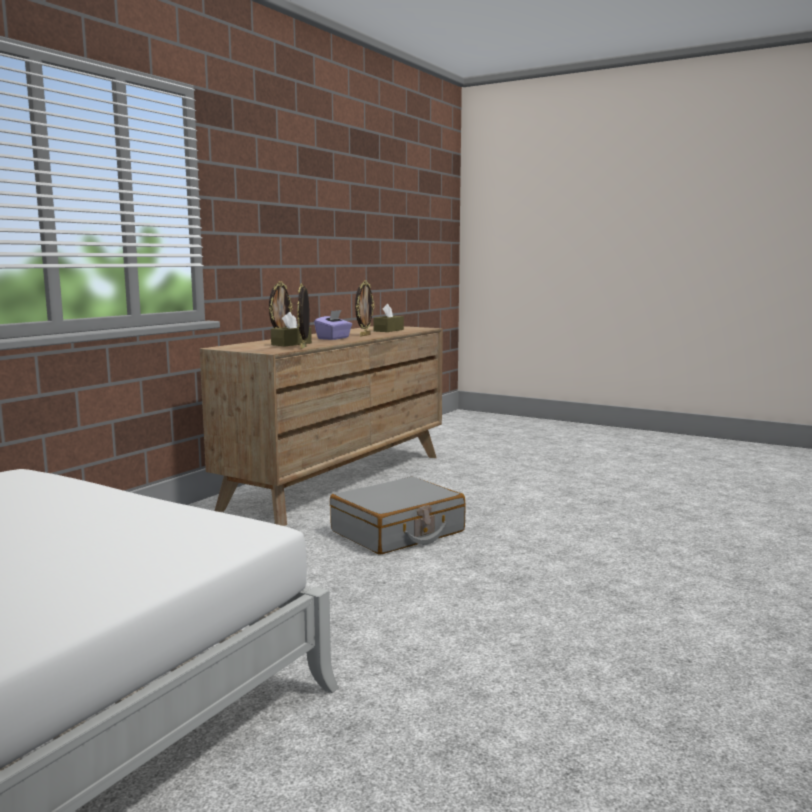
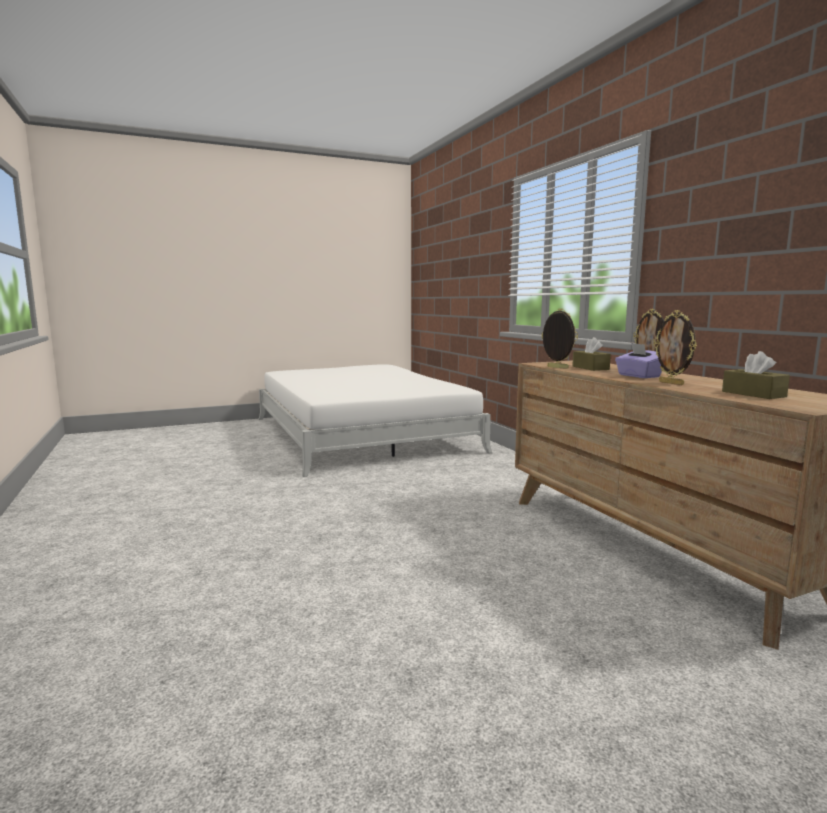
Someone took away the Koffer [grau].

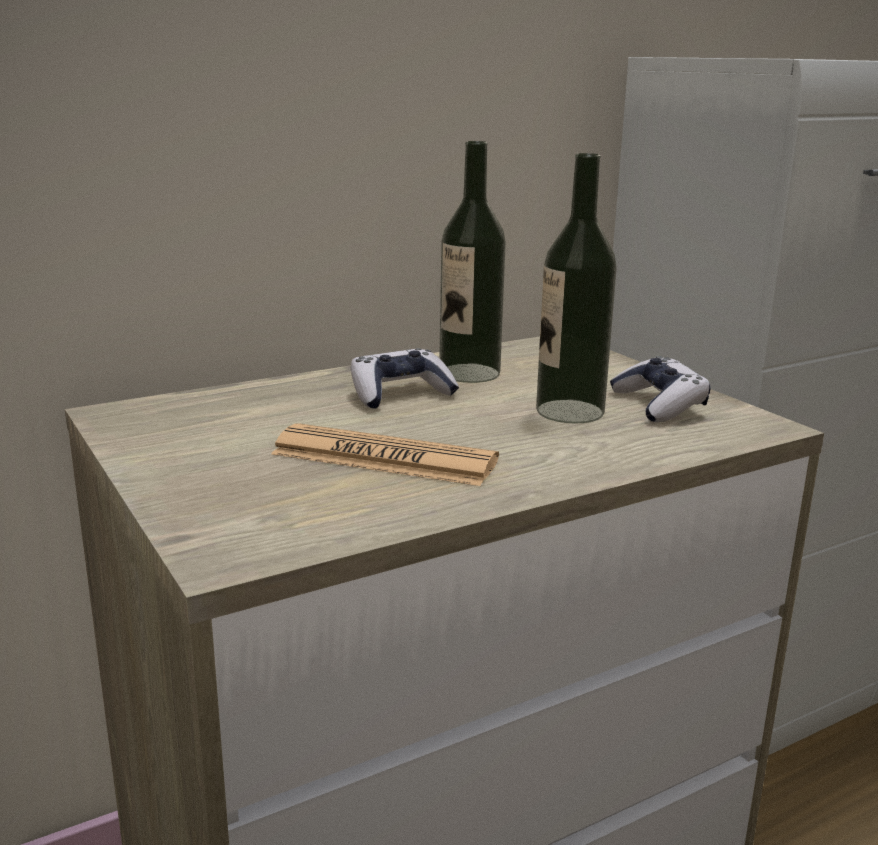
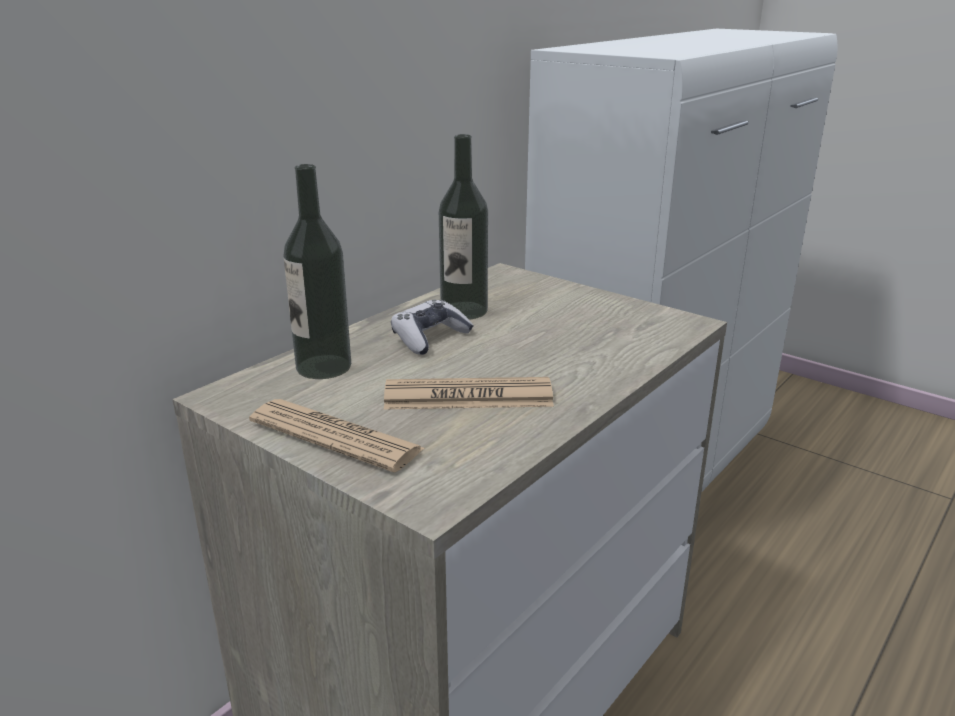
Someone took away the Gamepad (2nd from left). Someone put down the Zeitung (1st from left). Someone carried the Flasche (2nd from left in the first image).

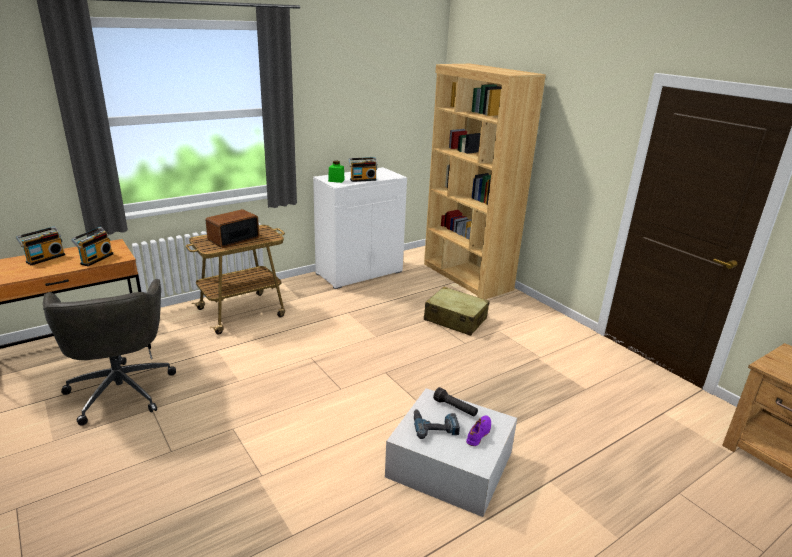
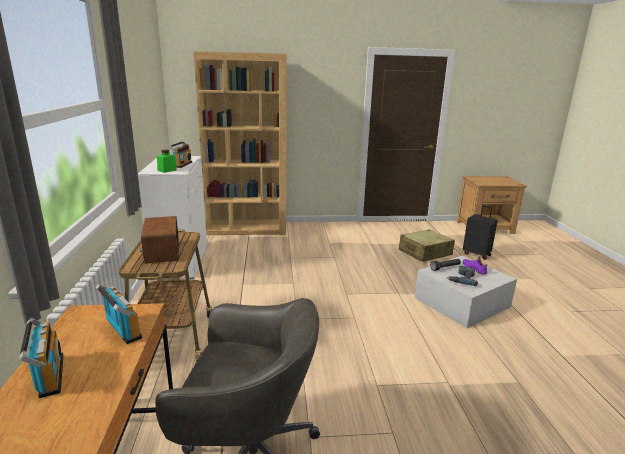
Someone put down the Koffer [schwarz]. Someone carried the Koffer [beige].

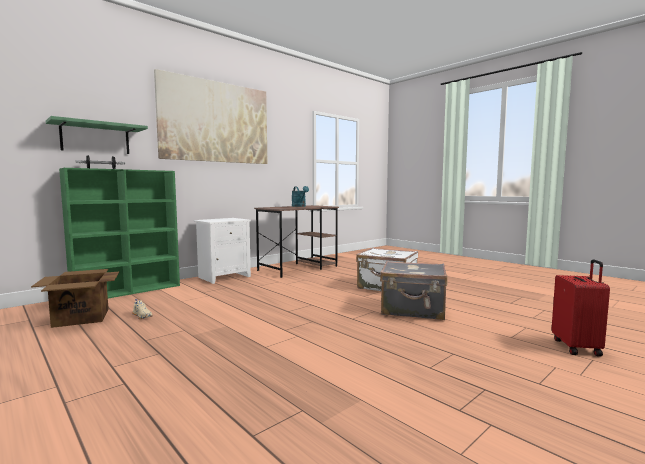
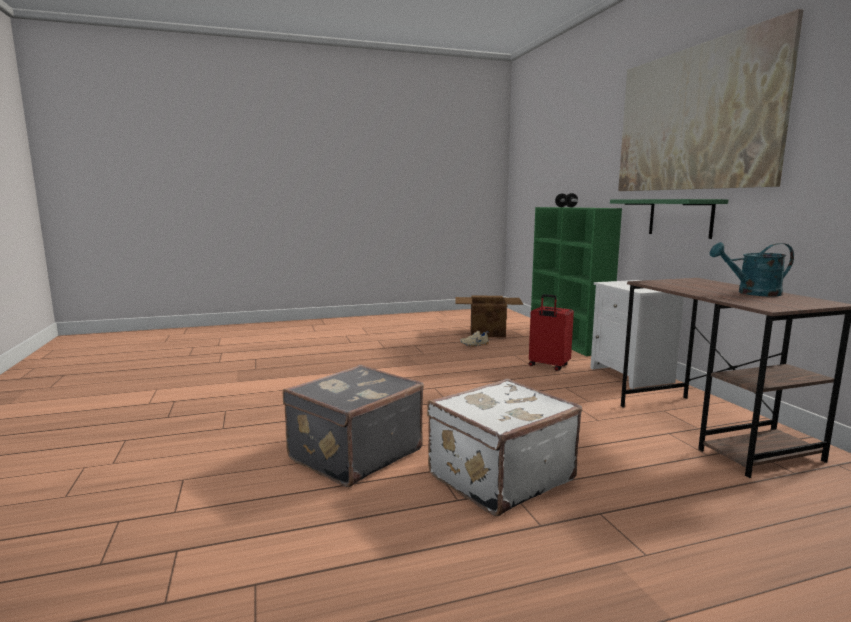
Someone carried the Wandregal [grün]. Someone carried the Koffer [rot].

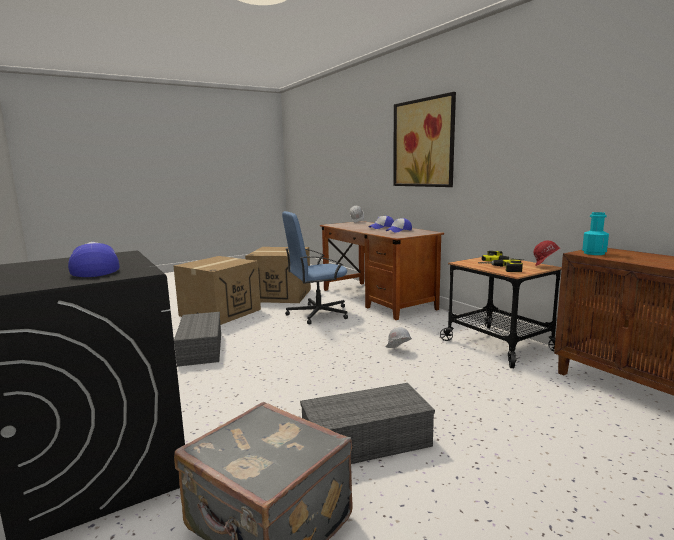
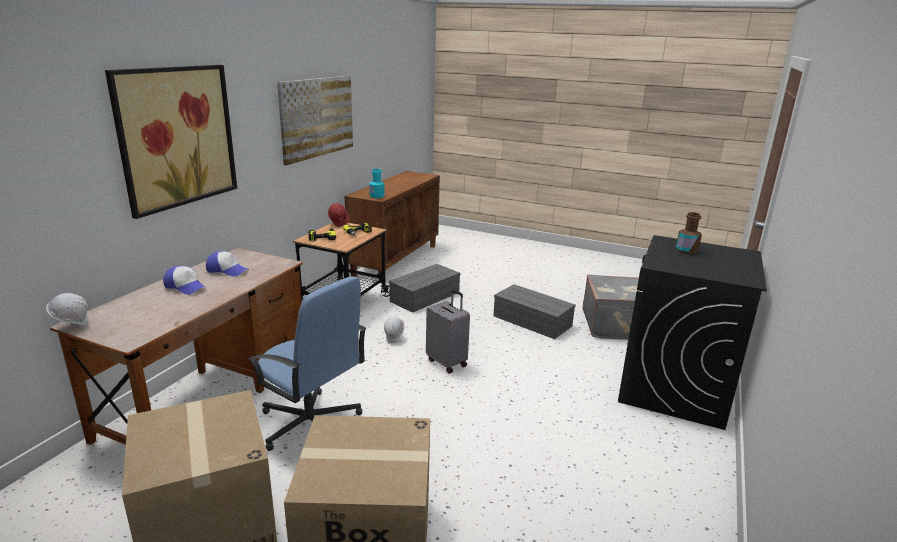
Someone put up the Bild (2nd from left). Someone put down the Koffer [grau] (1st from left). Someone carried the Aufbewahrungsbox [grau] (1st from left). Someone swapped the Kappe (1st from left) for the Flasche [braun].

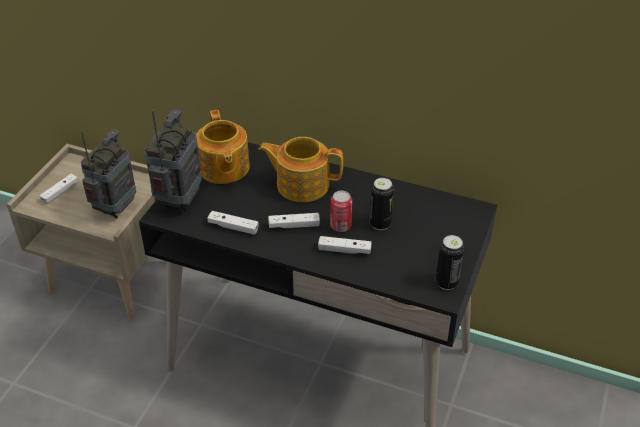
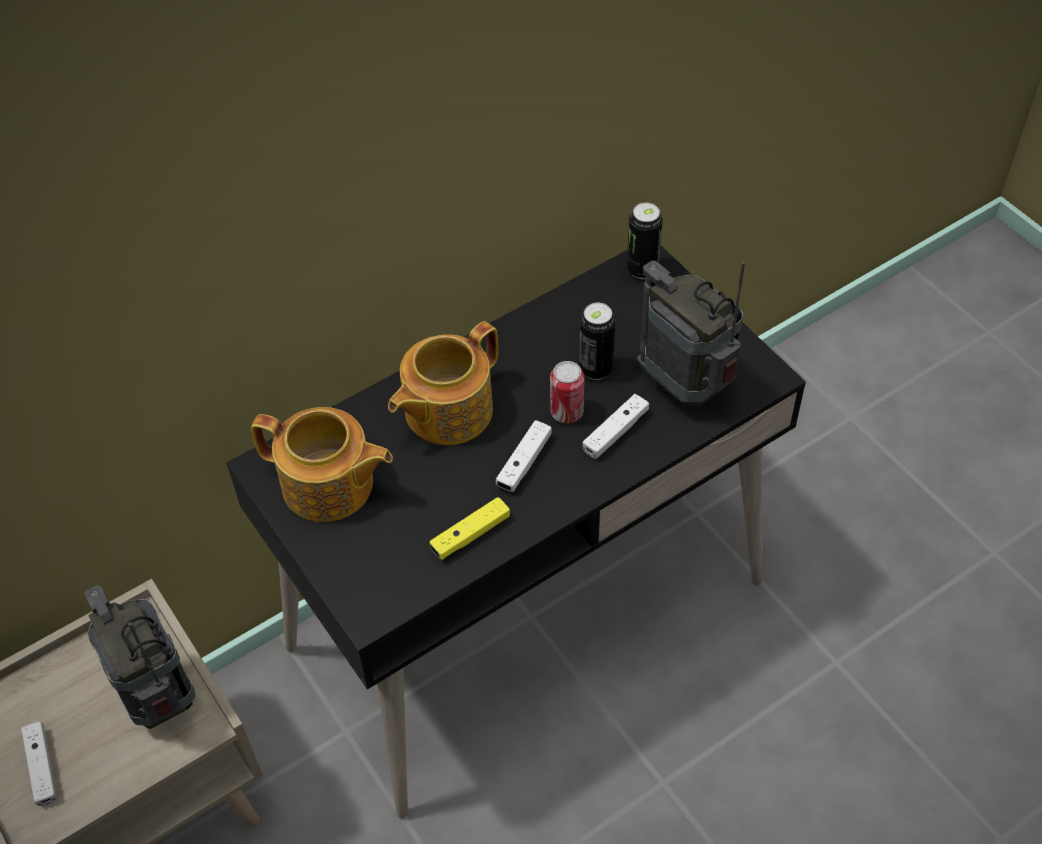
Someone carried the Radio (2nd from left). Someone carried the Dose (3rd from left). Someone repainted the Gamepad [weiß] (2nd from left), which became the Gamepad [gelb].

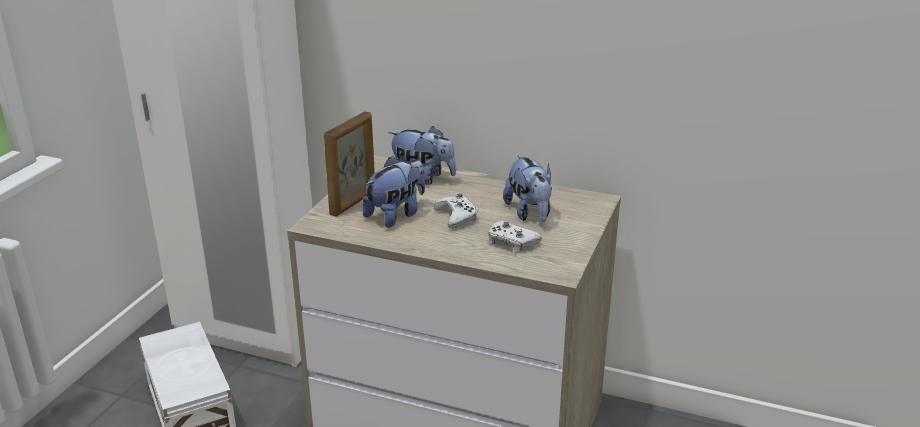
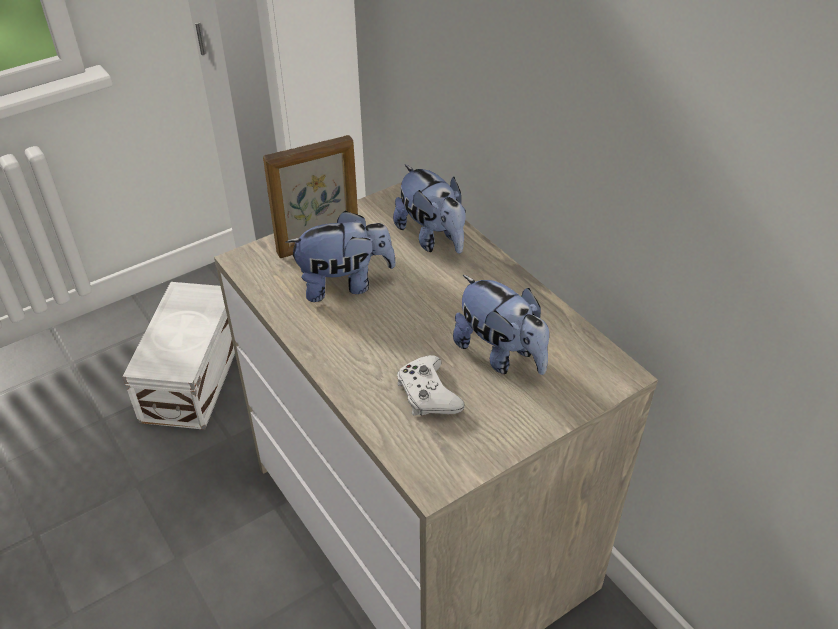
Someone took away the Gamepad [weiß] (1st from left). Someone rotated the Plüschtier (3rd from left) by 60 degrees counterclockwise.

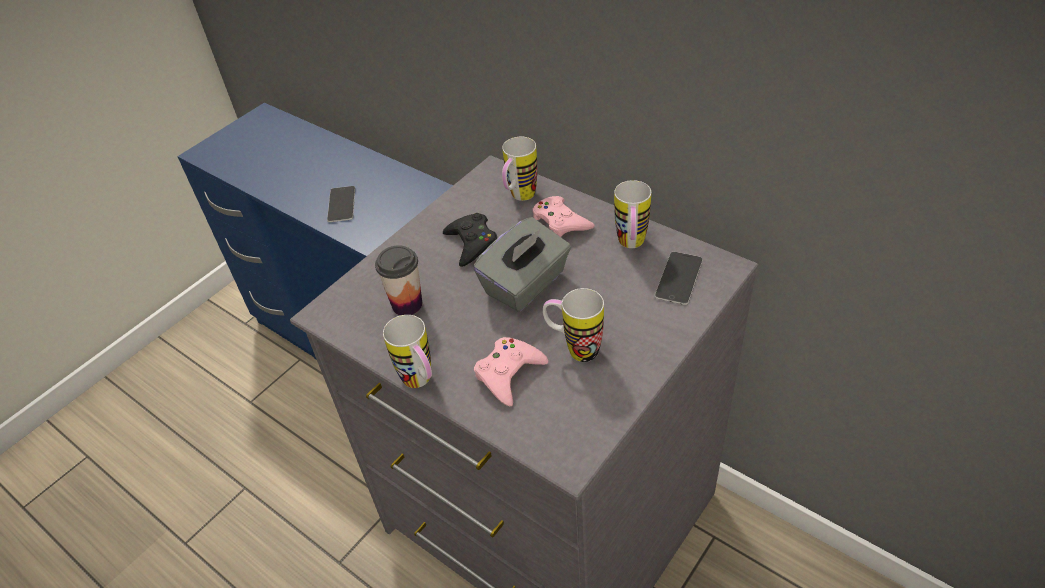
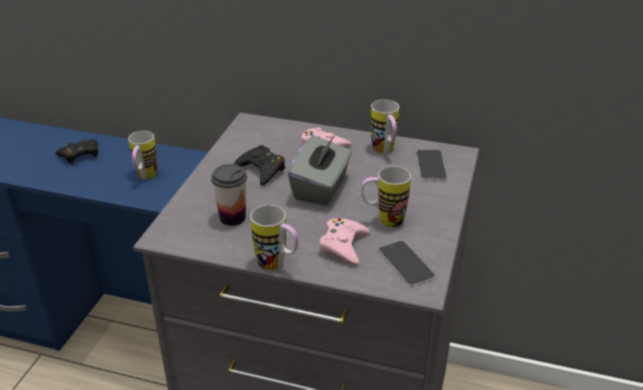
Someone put down the Gamepad [schwarz] (1st from left). Someone carried the Handy (1st from left). Someone carried the Henkelbecher (2nd from left in the first image).

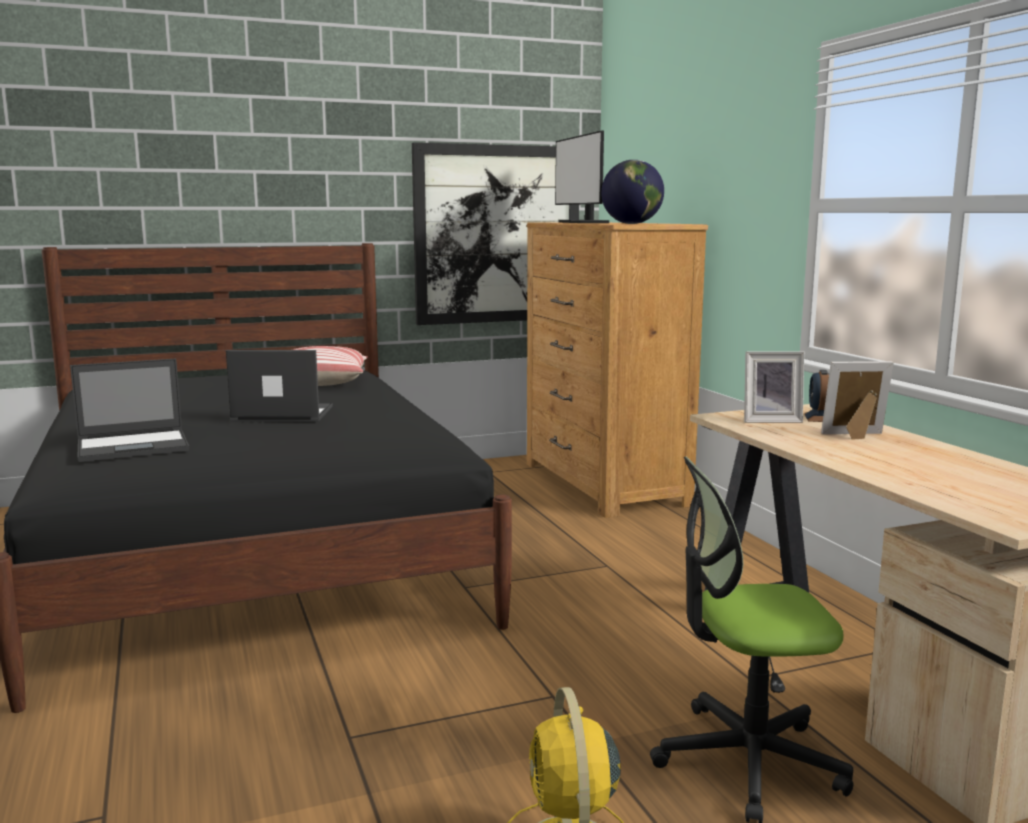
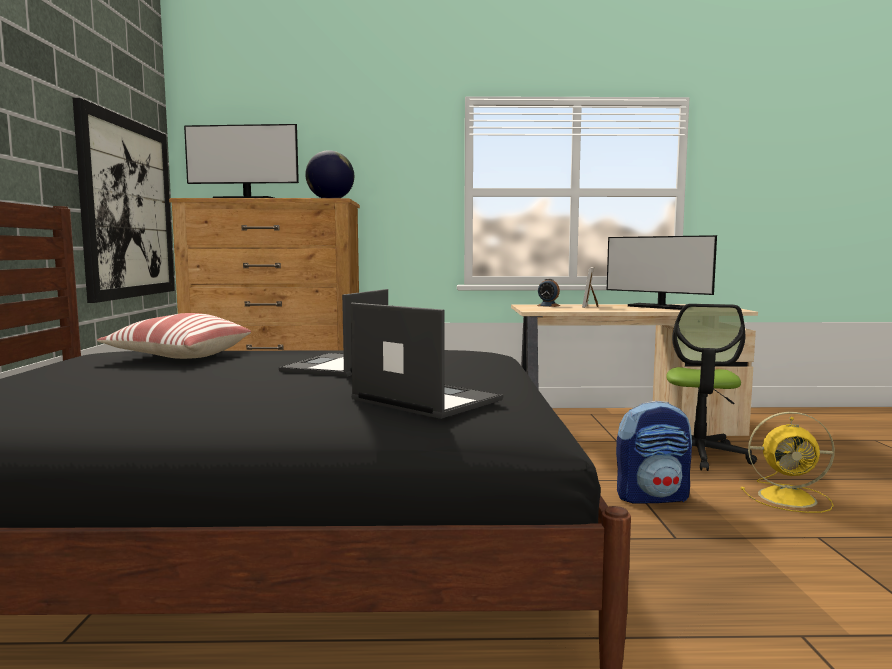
Someone took away the Bilderrahmen (1st from left). Someone put down the Monitor (2nd from left). Someone put down the Rucksack. Someone rotated the Laptop (1st from left in the first image) by 45 degrees counterclockwise.

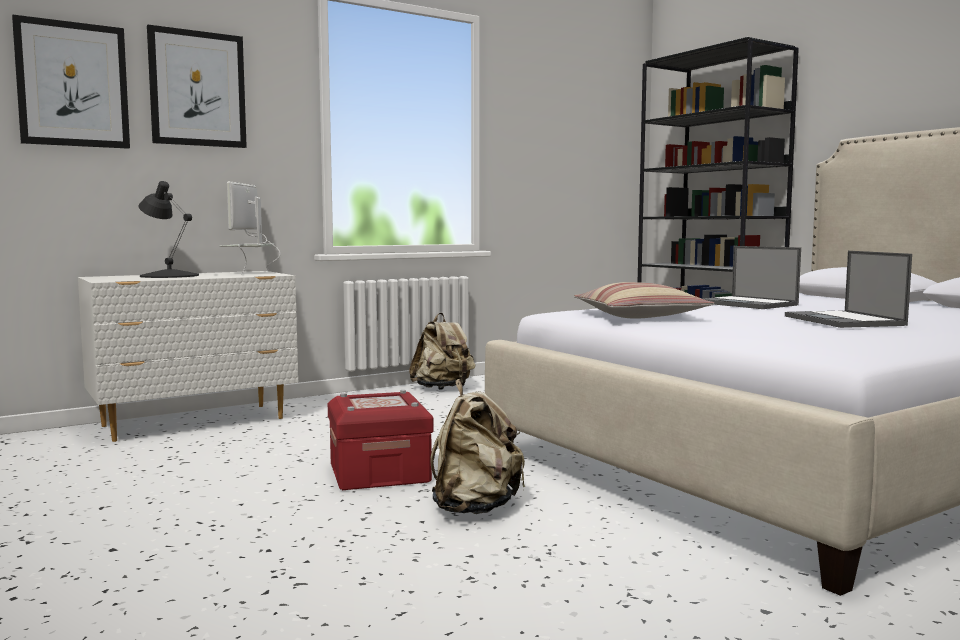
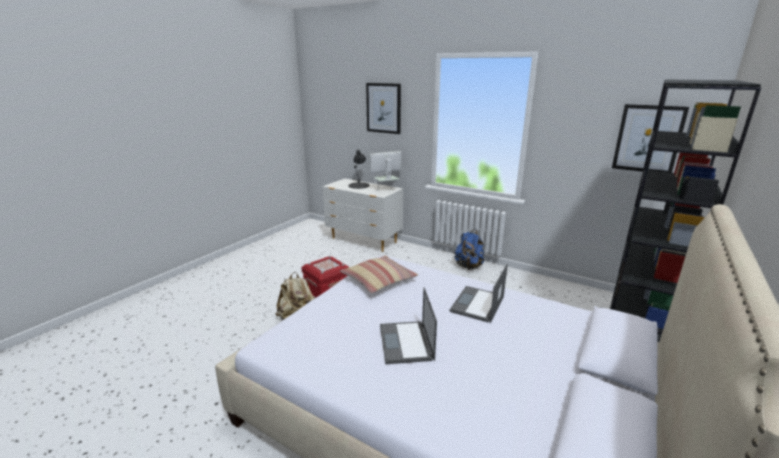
Someone carried the Bild (1st from left in the first image). Someone repainted the Rucksack [beige] (1st from left), which became the Rucksack [blau]. Someone rotated the Laptop (2nd from left in the first image) by 60 degrees counterclockwise.

